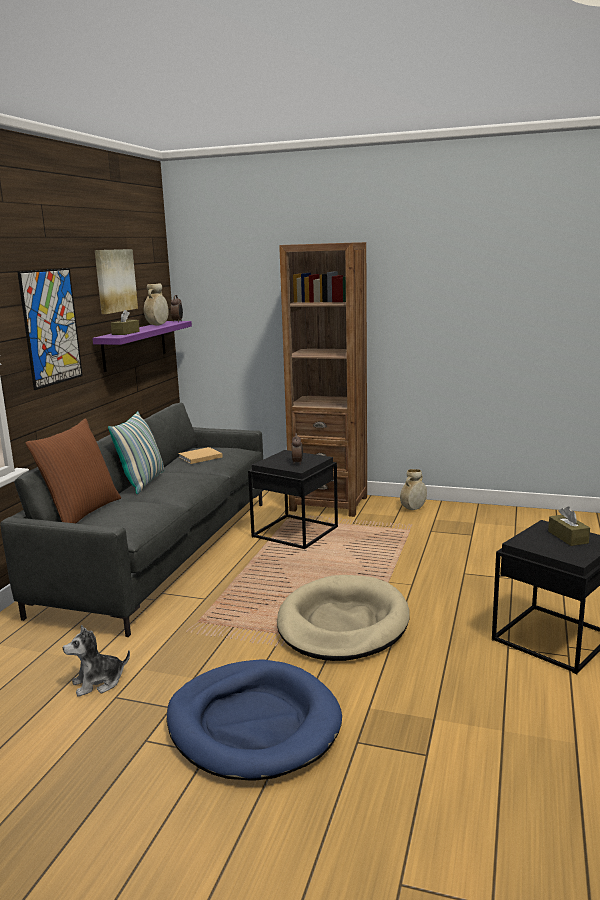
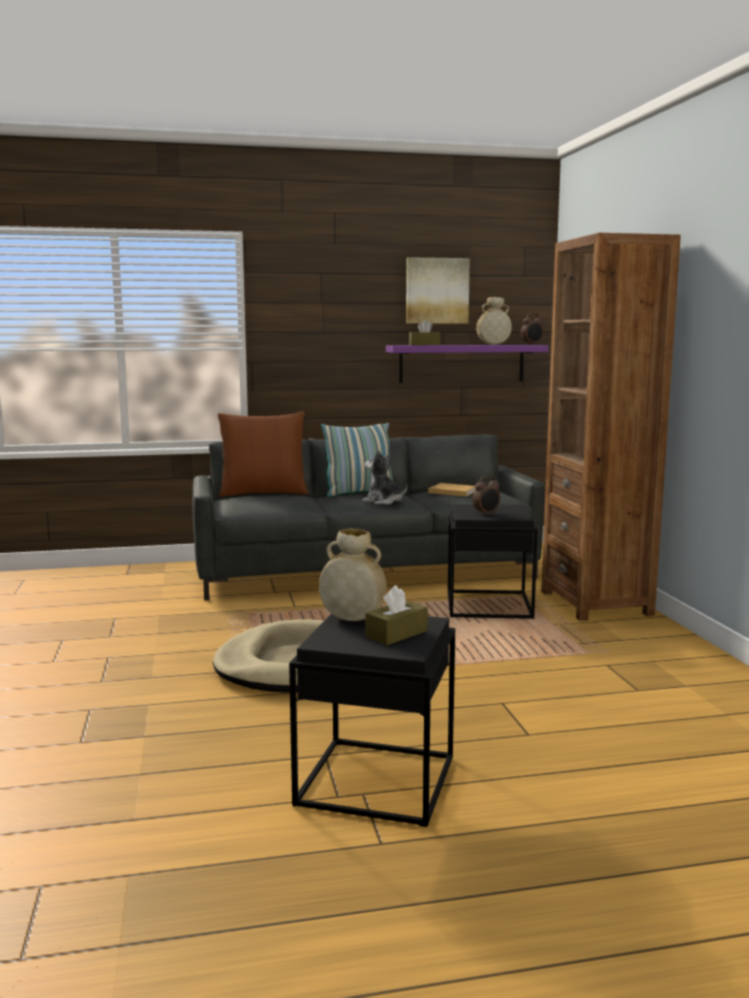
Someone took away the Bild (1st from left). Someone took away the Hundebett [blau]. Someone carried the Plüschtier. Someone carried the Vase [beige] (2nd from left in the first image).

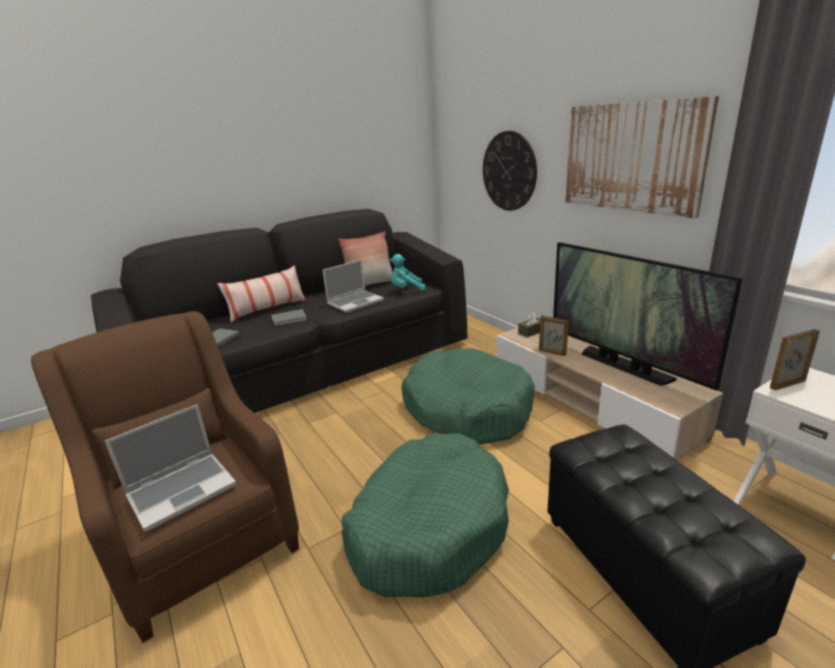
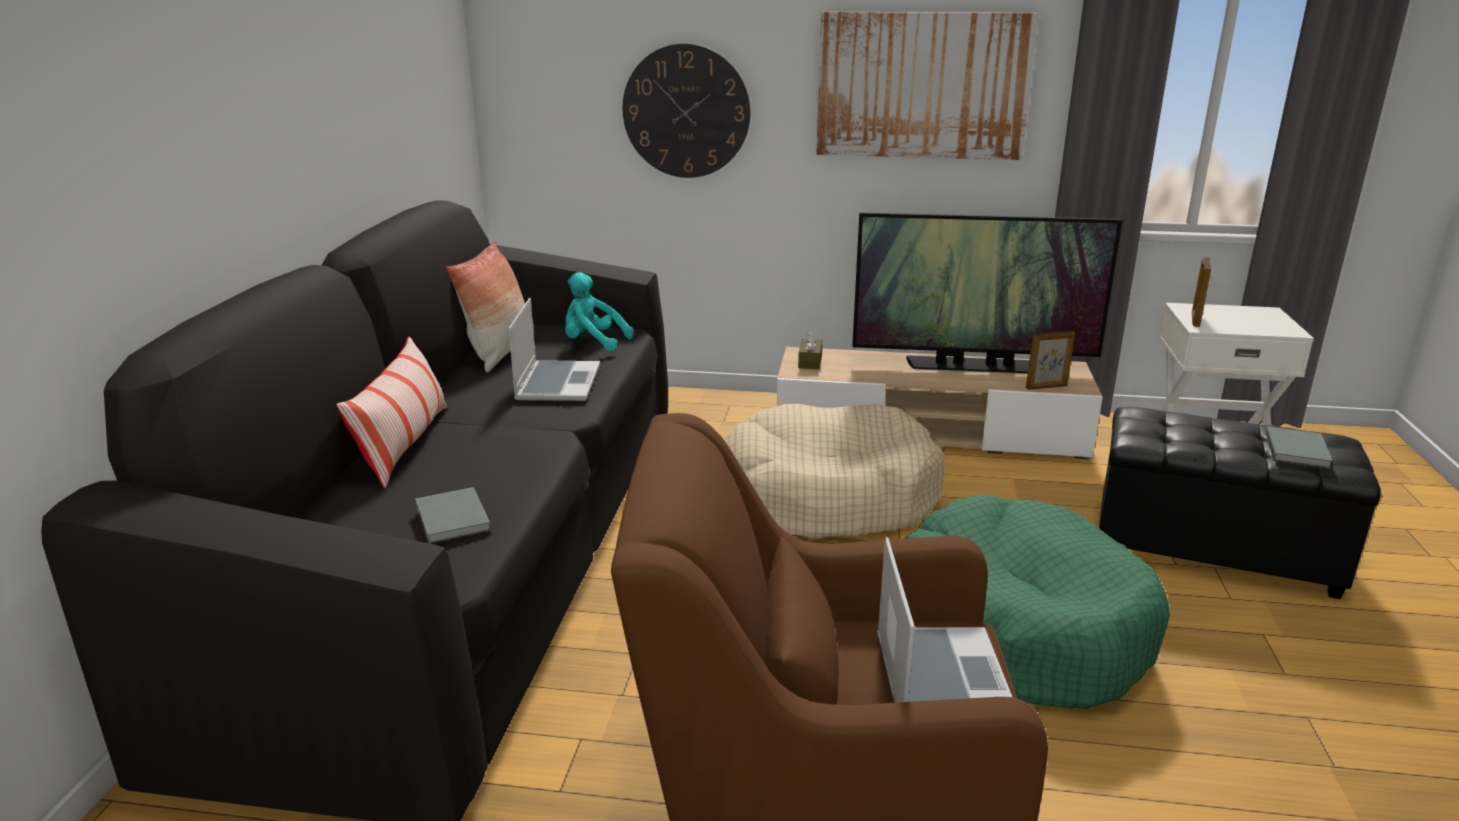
Someone carried the Buch [grau] (2nd from left). Someone carried the Bilderrahmen (1st from left). Someone repainted the Hundebett [grün] (2nd from left), which became the Hundebett [beige]. Someone rotated the Plüschtier [türkis] by 75 degrees clockwise.

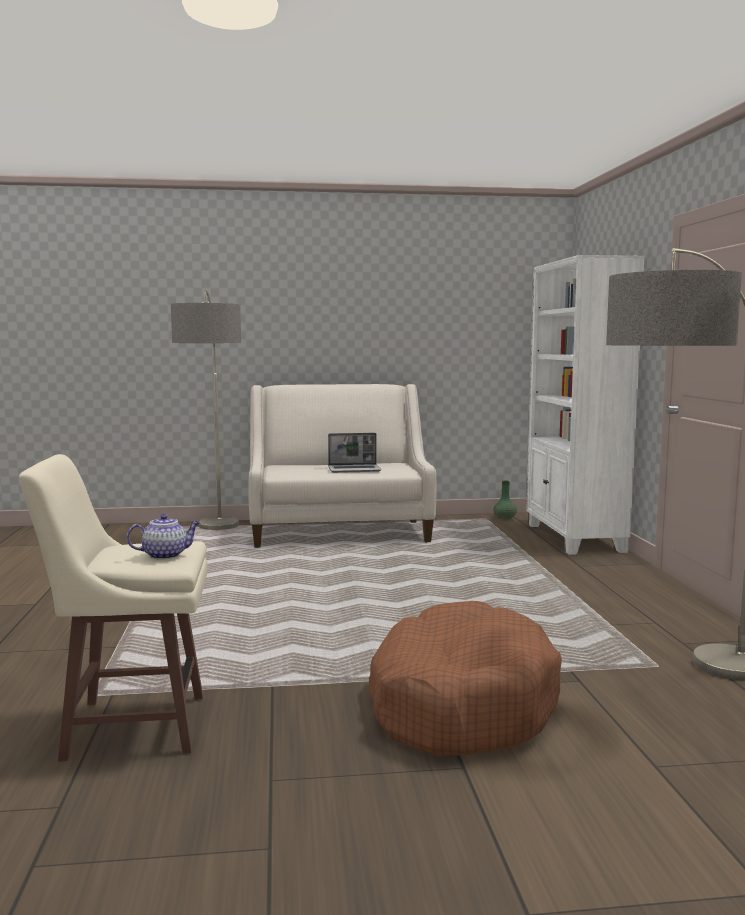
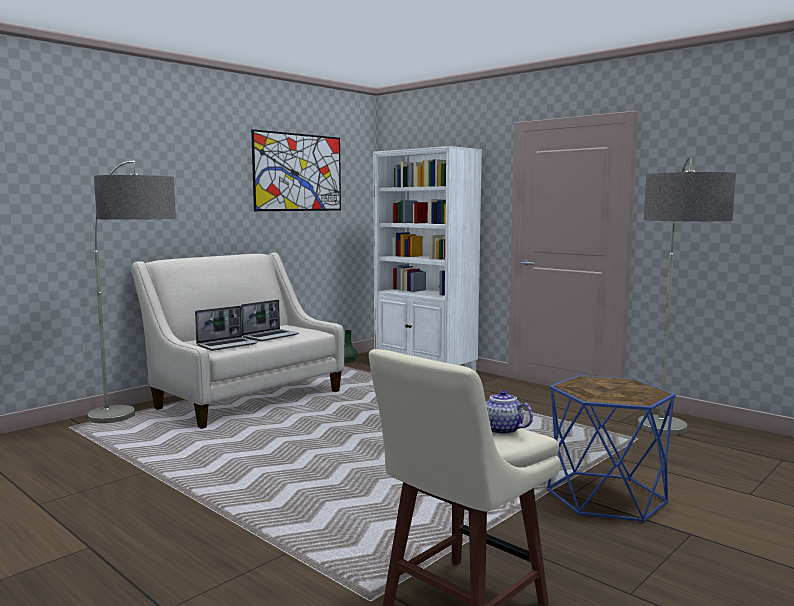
Someone put down the Laptop (1st from left). Someone put up the Bild. Someone swapped the Hundebett [braun] for the Beistelltisch [blau]. Someone rotated the Teekanne by 75 degrees counterclockwise.

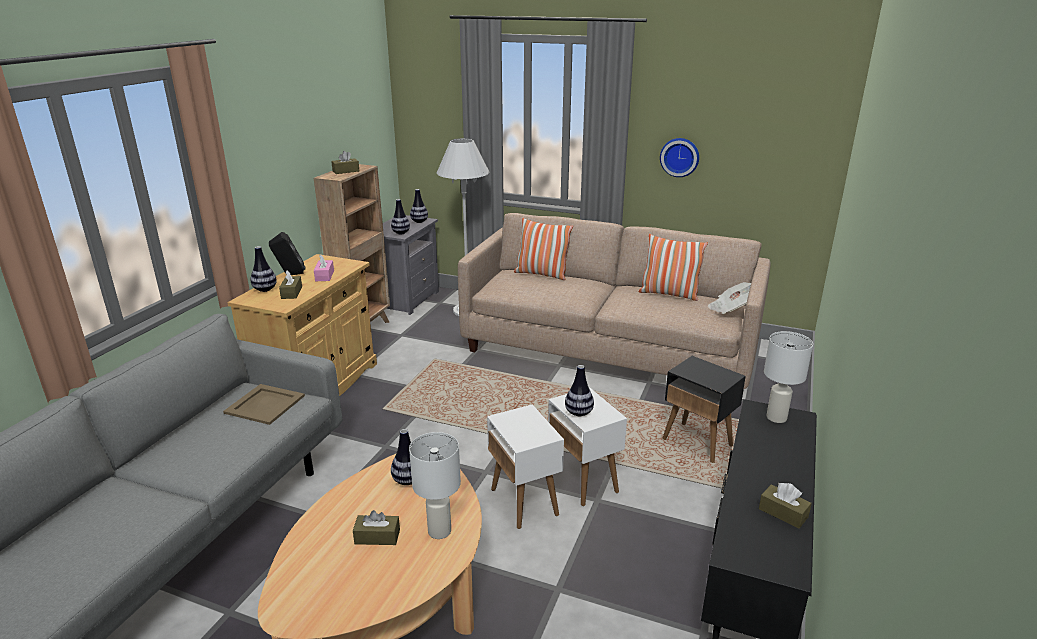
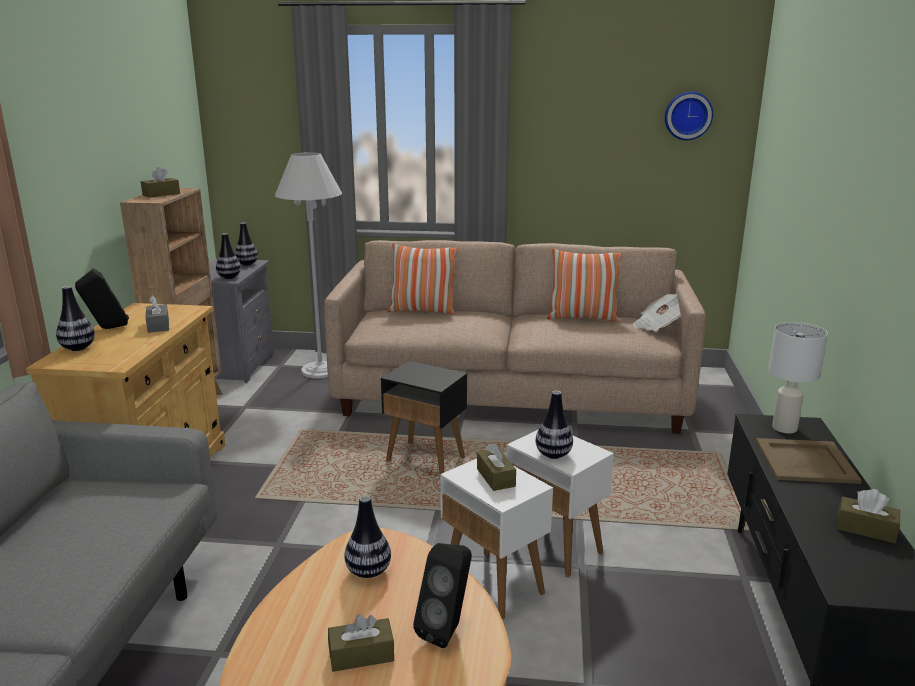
Someone carried the Tablett [beige]. Someone carried the Taschentuchbox [braun] (1st from left in the first image). Someone carried the Wanduhr. Someone carried the Beistelltisch [schwarz]. Someone swapped the Tischlampe [weiß] (1st from left) for the Lautsprecher [schwarz] (2nd from left). Someone repainted the Taschentuchbox [rosa], which became the Taschentuchbox [grau].

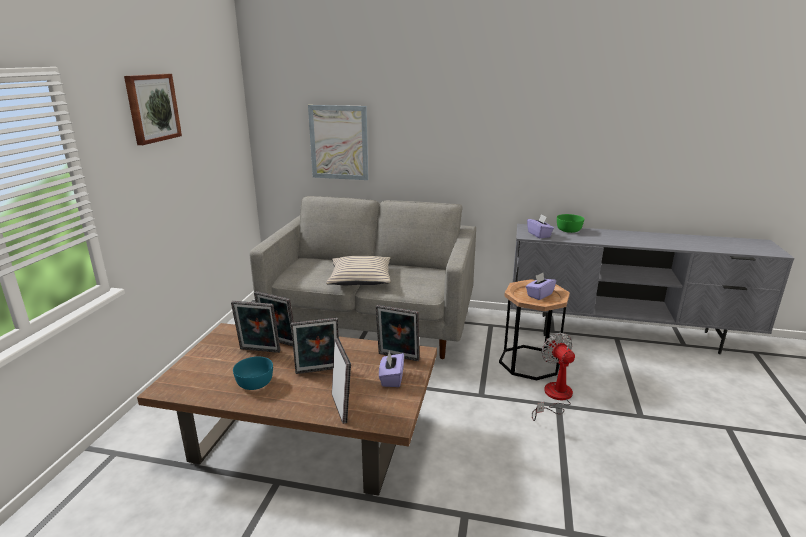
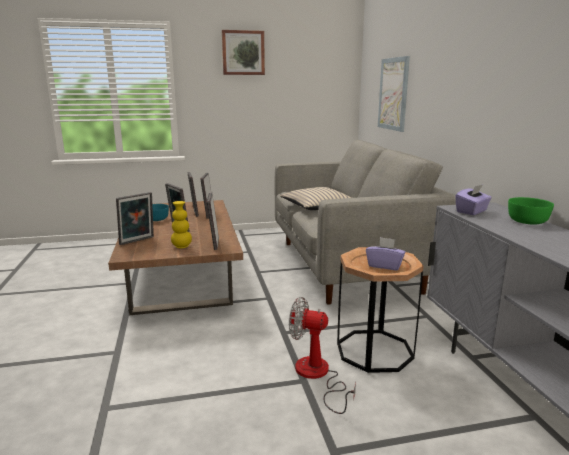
Someone swapped the Taschentuchbox [lila] (1st from left) for the Vase [gelb]. Someone rotated the Ventilator by 120 degrees counterclockwise.

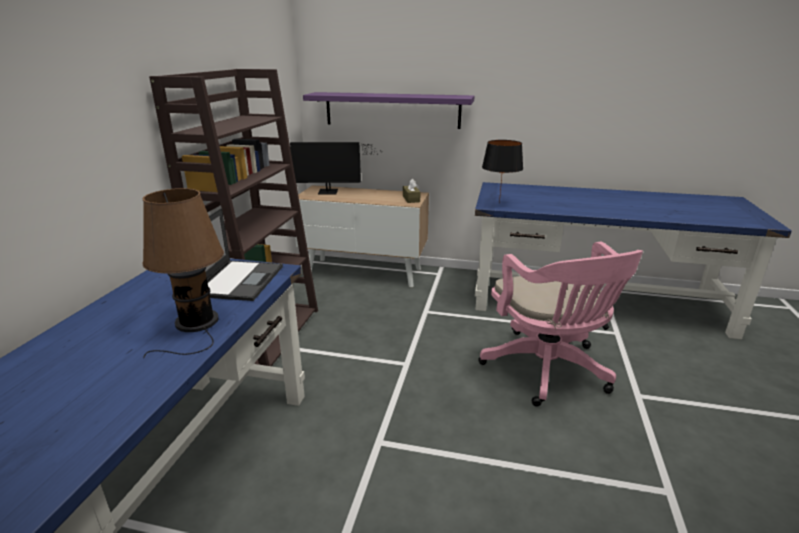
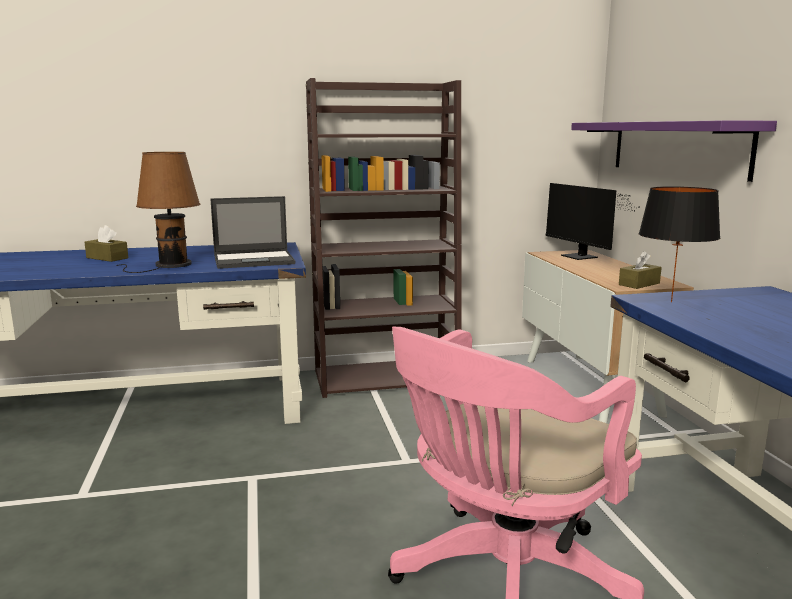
Someone put down the Taschentuchbox [braun] (1st from left).

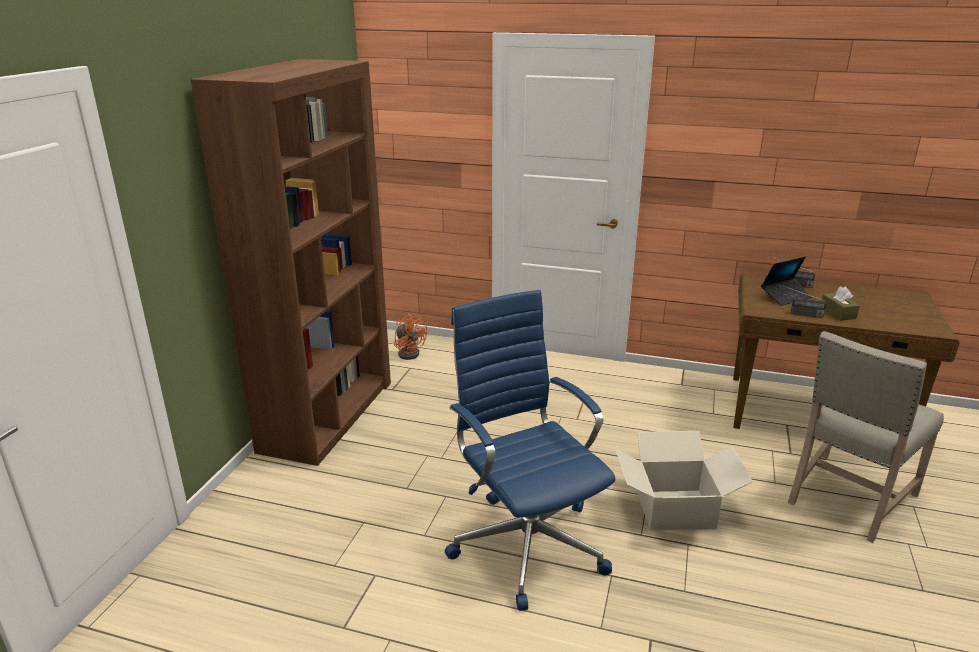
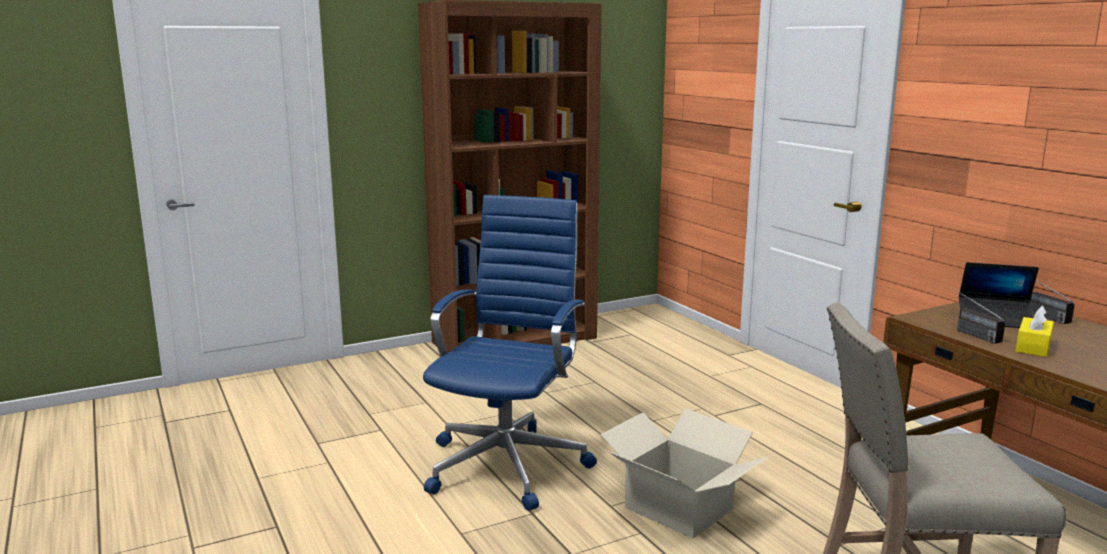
Someone took away the Ventilator [orange]. Someone repainted the Taschentuchbox [braun], which became the Taschentuchbox [gelb].

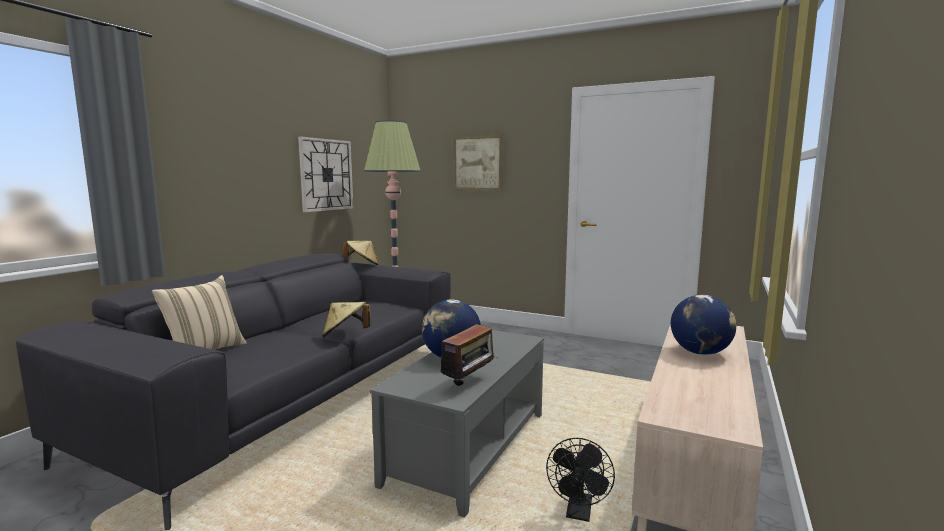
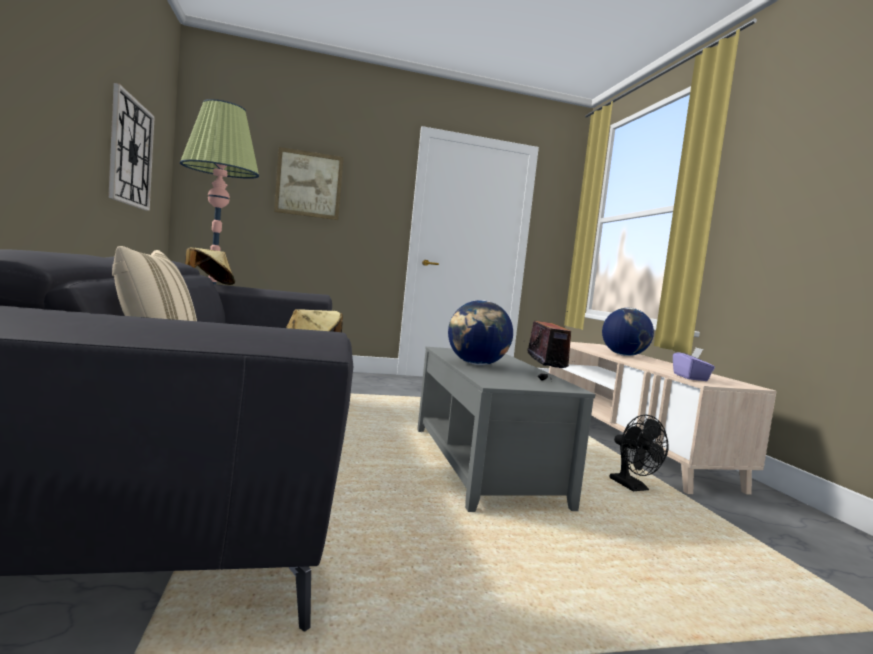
Someone put down the Taschentuchbox [lila].

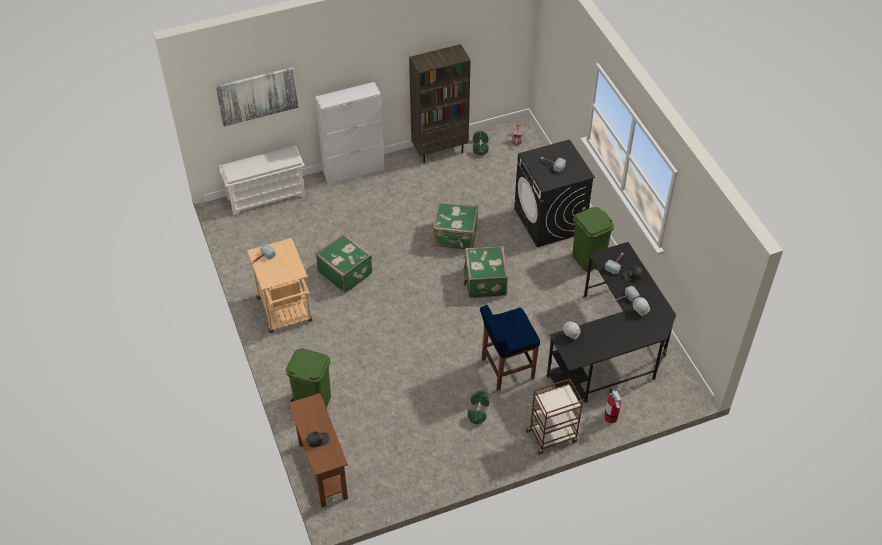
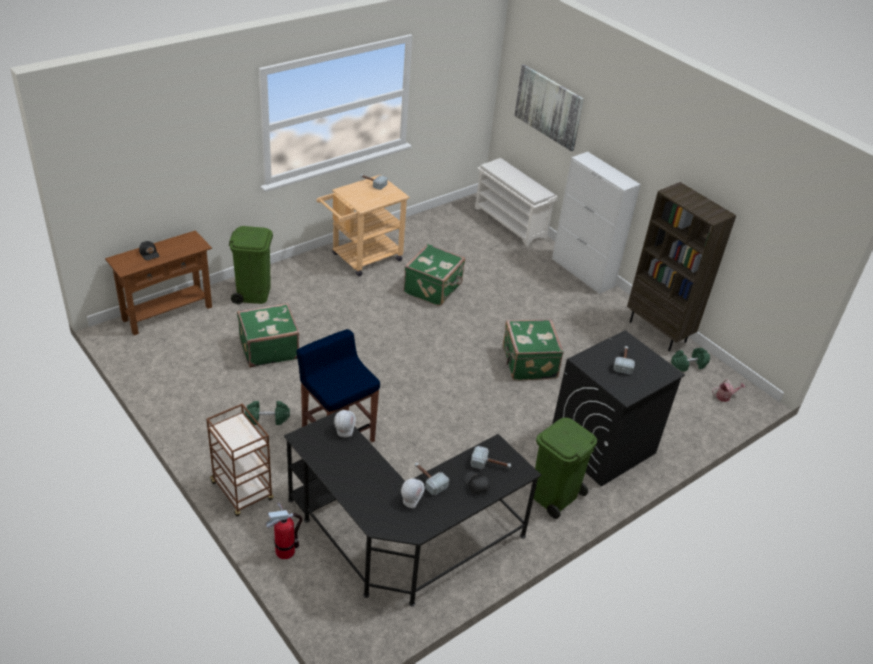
Someone carried the Koffer [grün] (3rd from left in the first image).

